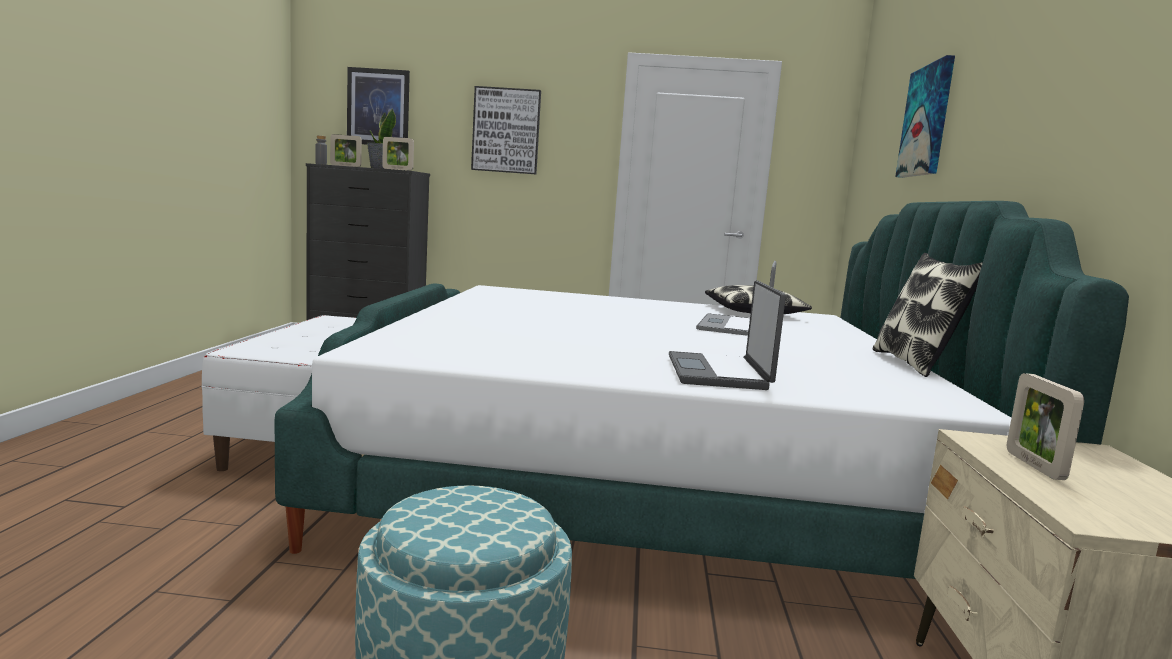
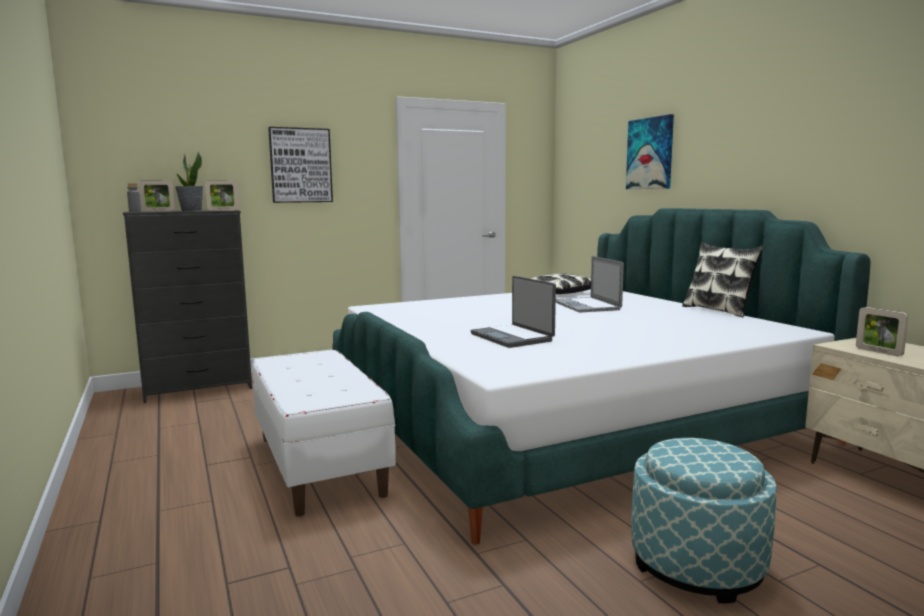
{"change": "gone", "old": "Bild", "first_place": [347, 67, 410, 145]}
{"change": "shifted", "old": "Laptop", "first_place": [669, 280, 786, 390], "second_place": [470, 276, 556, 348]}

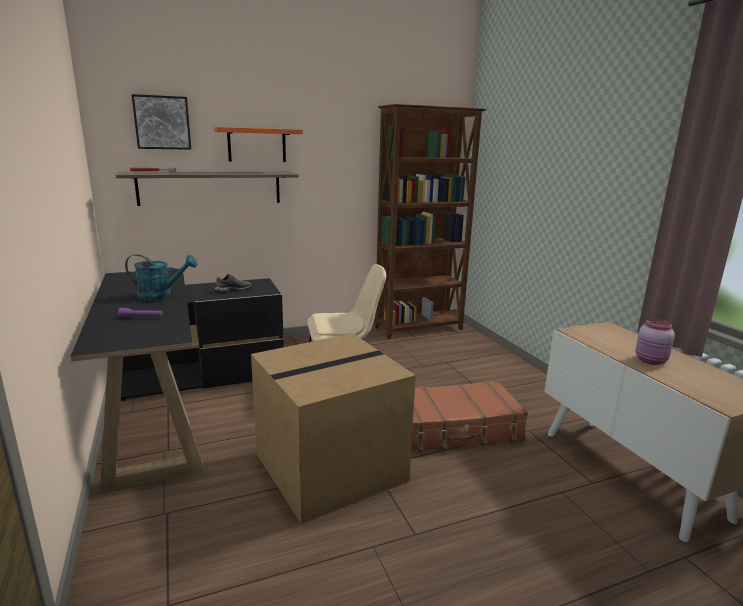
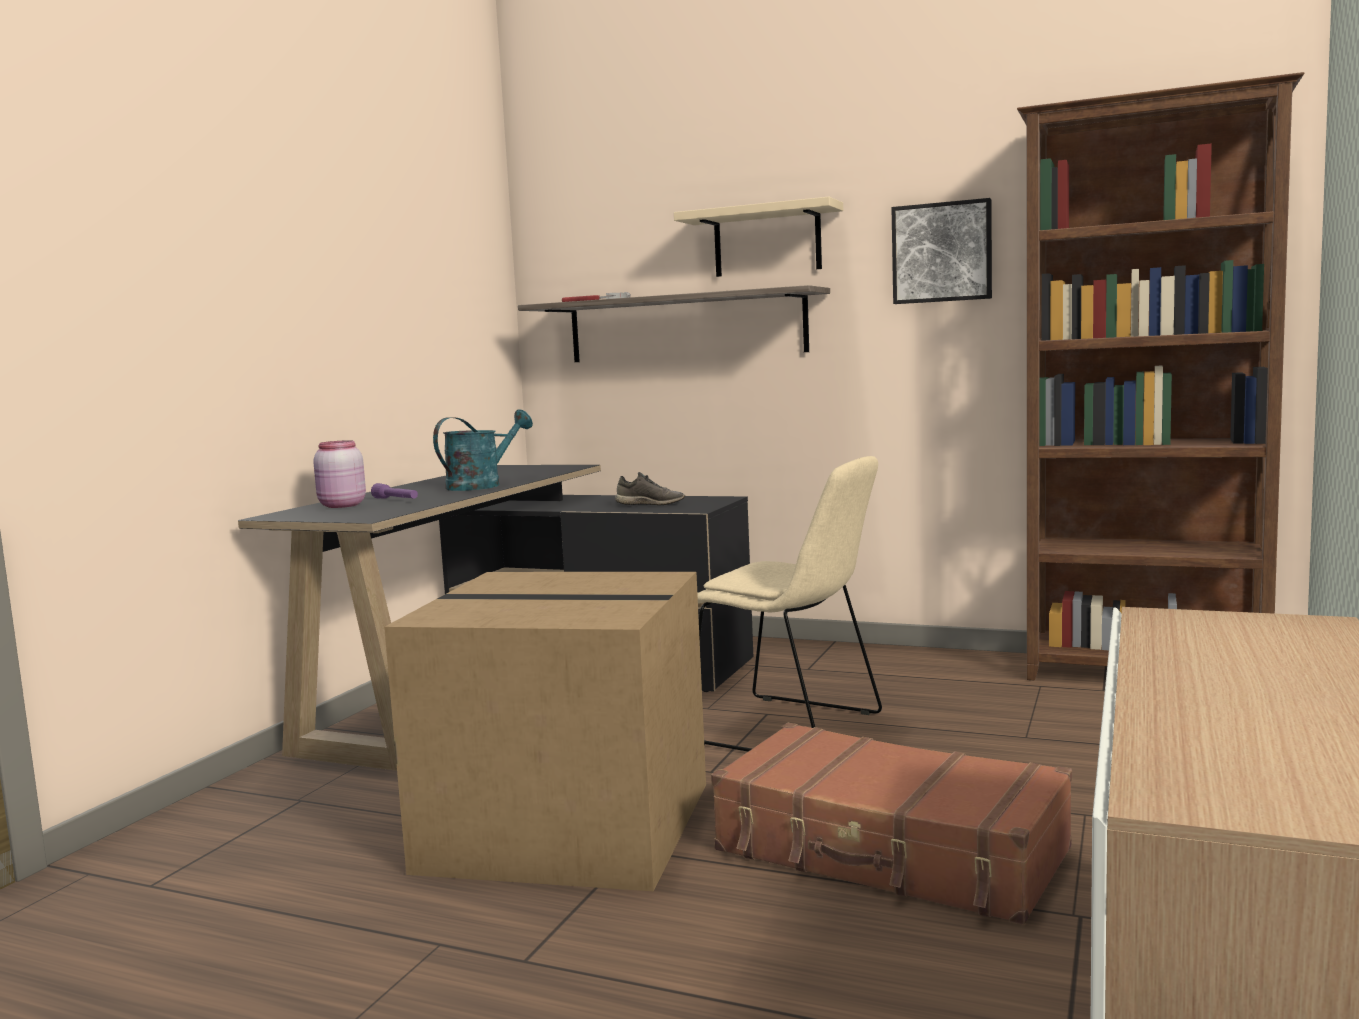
{"change": "shifted", "old": "Bild", "first_place": [131, 94, 191, 150], "second_place": [891, 198, 992, 304]}
{"change": "repainted", "old": "Wandregal [orange]", "new": "Wandregal [beige]", "first_place": [214, 127, 303, 162], "second_place": [674, 197, 843, 277]}
{"change": "rotated", "old": "Gießkanne [türkis]", "first_place": [125, 254, 197, 301], "second_place": [433, 409, 533, 491], "degrees": -90}
{"change": "shifted", "old": "Vorratsglas [rosa]", "first_place": [635, 319, 675, 365], "second_place": [313, 440, 366, 508]}

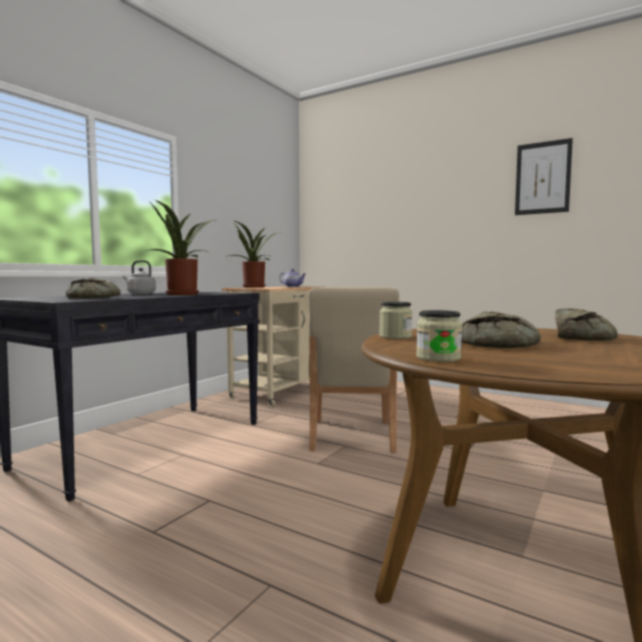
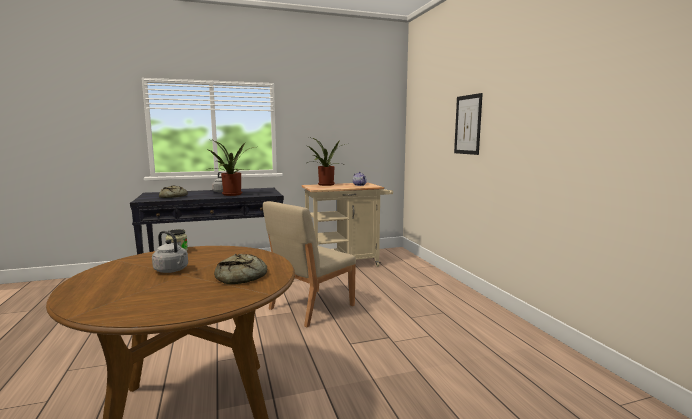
{"change": "shifted", "old": "Bild", "first_place": [515, 138, 573, 215], "second_place": [454, 93, 483, 155]}
{"change": "gone", "old": "Vorratsglas", "first_place": [416, 310, 462, 362]}
{"change": "swapped", "old": "Brot", "new": "Wasserkessel [grau]", "first_place": [462, 311, 541, 348], "second_place": [152, 231, 188, 273]}

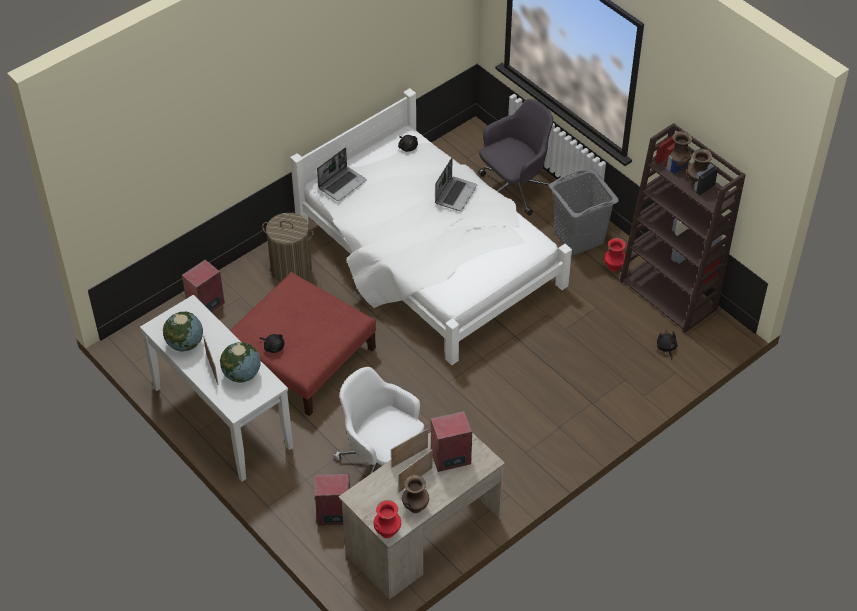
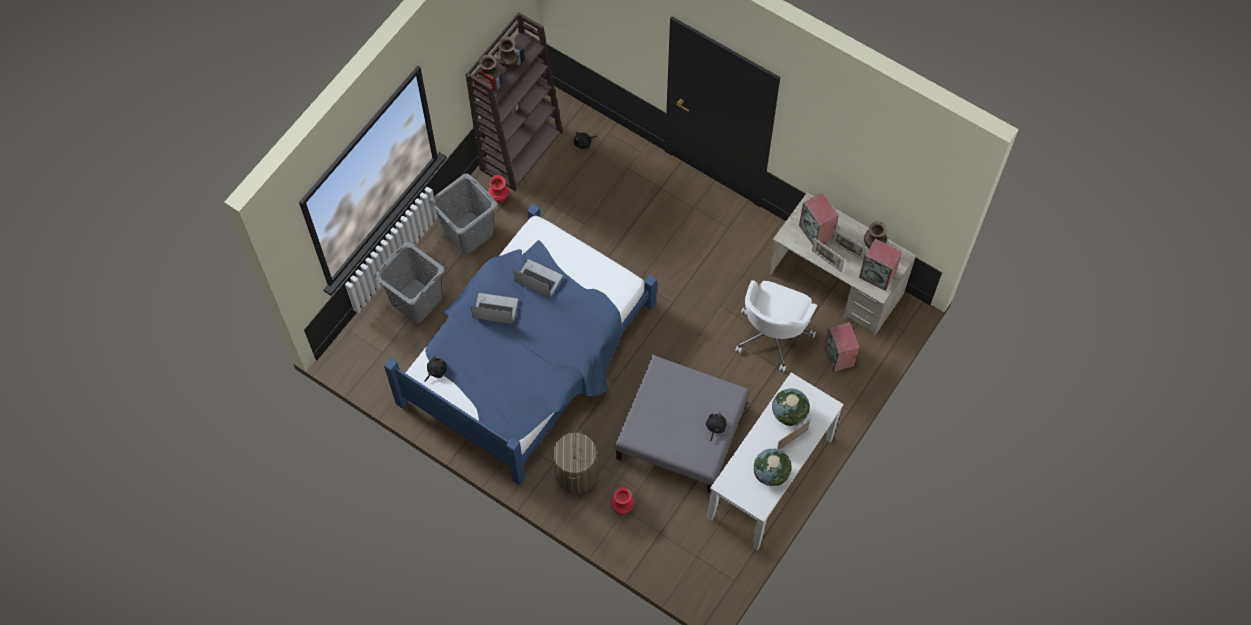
{"change": "repainted", "old": "Bett [weiß]", "new": "Bett [blau]", "first_place": [290, 88, 572, 365], "second_place": [384, 204, 657, 485]}
{"change": "swapped", "old": "Bürostuhl [grau]", "new": "Wäschekorb [grau]", "first_place": [478, 99, 553, 216], "second_place": [374, 242, 445, 323]}
{"change": "shifted", "old": "Laptop", "first_place": [317, 147, 367, 201], "second_place": [513, 259, 563, 298]}
{"change": "shifted", "old": "Lautsprecher", "first_place": [182, 259, 225, 312], "second_place": [859, 238, 902, 291]}
{"change": "repainted", "old": "Polsterhocker [rot]", "new": "Polsterhocker [grau]", "first_place": [230, 272, 376, 416], "second_place": [615, 354, 750, 494]}
{"change": "shifted", "old": "Vase [rot]", "first_place": [374, 500, 401, 538], "second_place": [611, 487, 634, 514]}

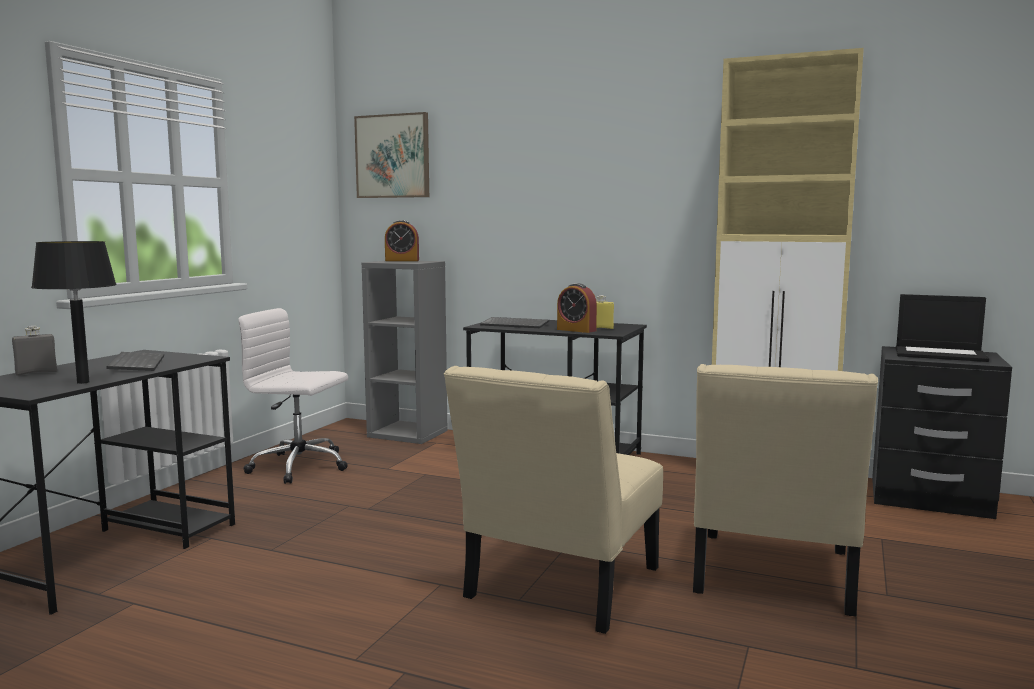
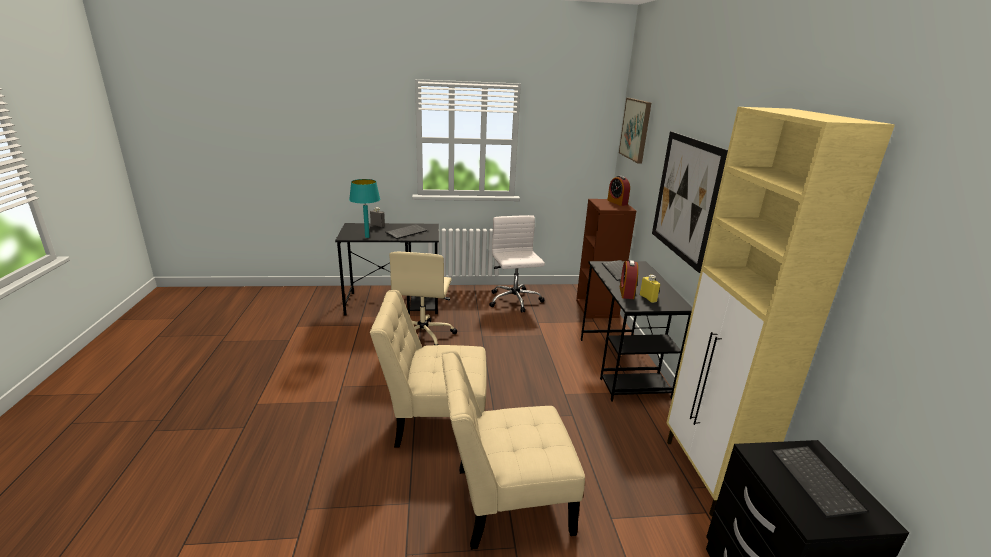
{"change": "repainted", "old": "Tischlampe [schwarz]", "new": "Tischlampe [türkis]", "first_place": [31, 241, 117, 384], "second_place": [349, 179, 380, 238]}
{"change": "repainted", "old": "Bücherregal [grau]", "new": "Bücherregal [braun]", "first_place": [362, 261, 447, 444], "second_place": [576, 199, 636, 318]}
{"change": "swapped", "old": "Laptop", "new": "Tastatur", "first_place": [896, 294, 989, 362], "second_place": [772, 446, 867, 518]}
{"change": "new", "new": "Bild", "second_place": [652, 131, 728, 273]}
{"change": "new", "new": "Bürostuhl [beige]", "second_place": [389, 252, 457, 345]}

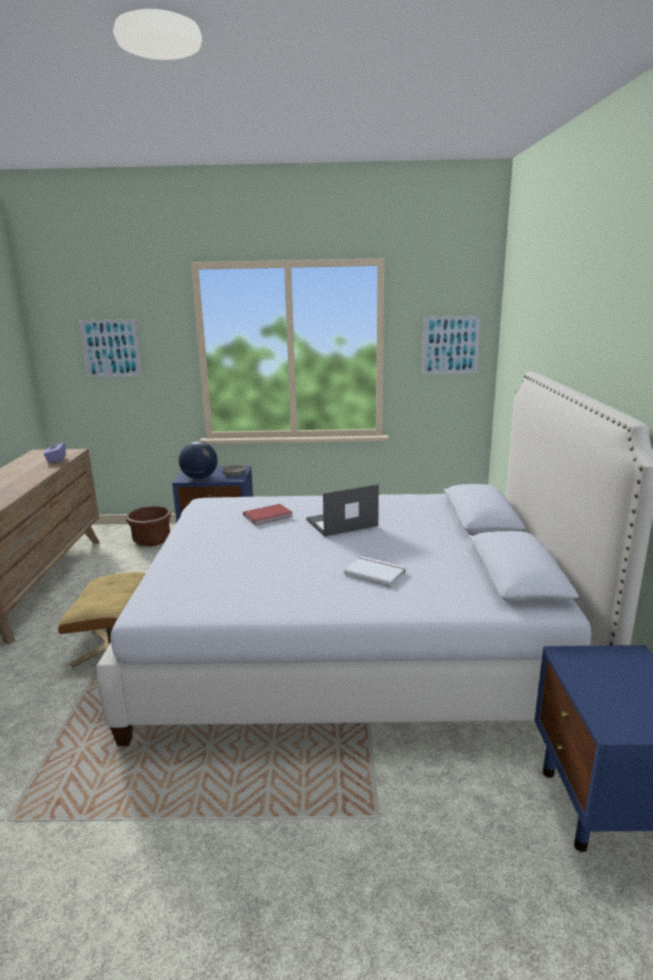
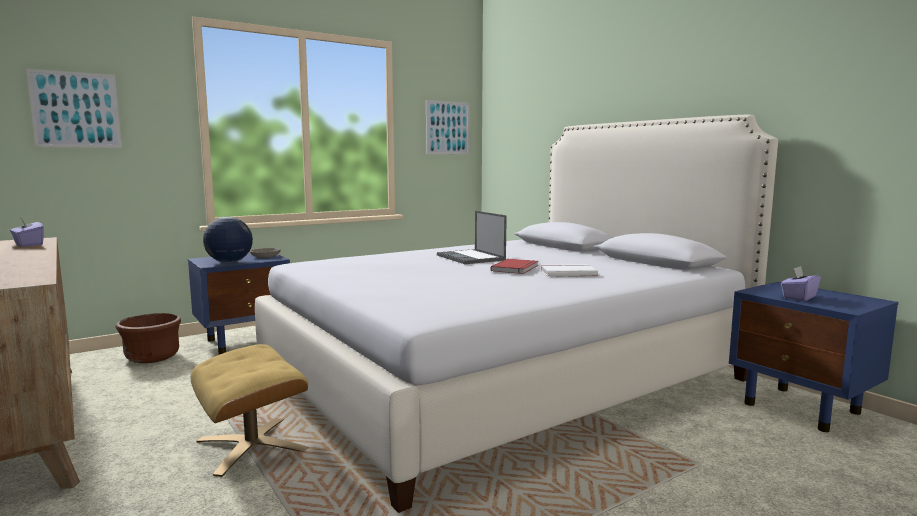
{"change": "rotated", "old": "Laptop", "first_place": [306, 484, 379, 536], "second_place": [437, 211, 507, 264], "degrees": -60}
{"change": "shifted", "old": "Buch [rot]", "first_place": [243, 504, 293, 525], "second_place": [490, 259, 538, 274]}
{"change": "new", "new": "Taschentuchbox [lila]", "second_place": [781, 266, 821, 301]}

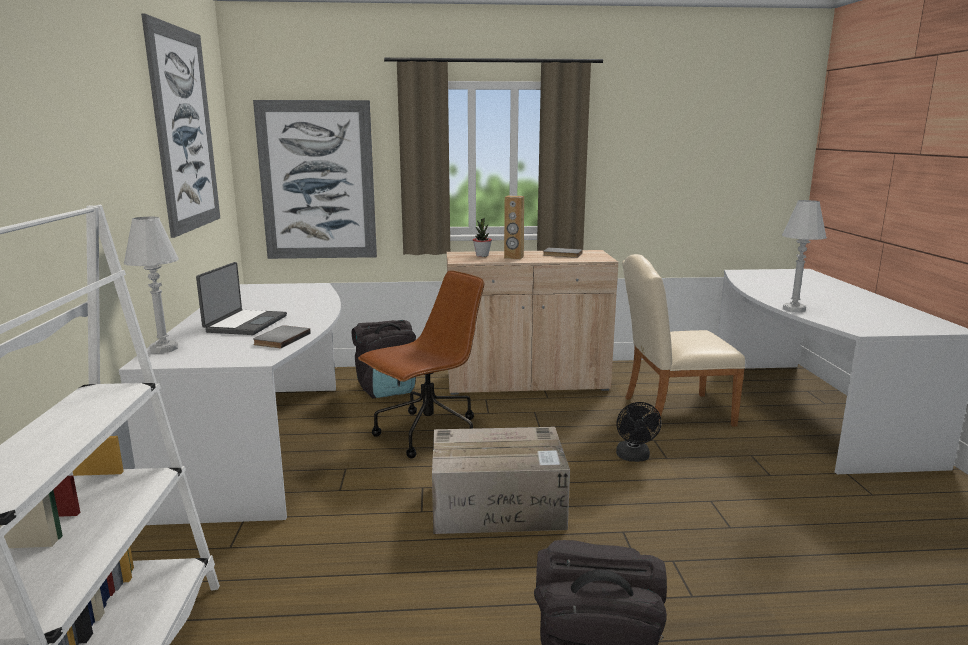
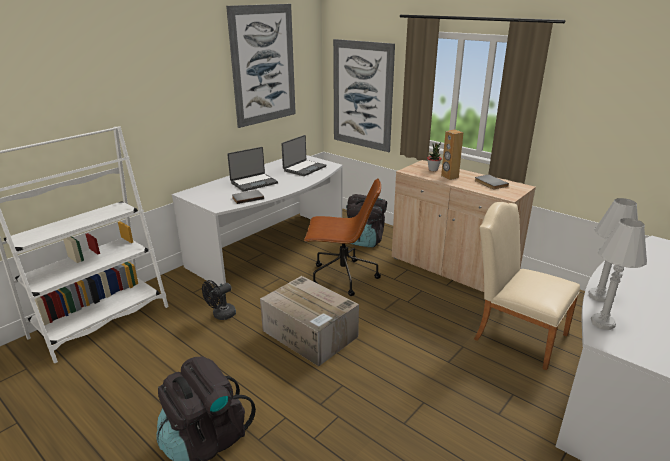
{"change": "shifted", "old": "Tischlampe [weiß]", "first_place": [124, 217, 179, 354], "second_place": [591, 218, 647, 330]}
{"change": "shifted", "old": "Ventilator [schwarz]", "first_place": [616, 402, 662, 462], "second_place": [202, 280, 236, 320]}
{"change": "new", "new": "Laptop", "second_place": [282, 135, 326, 176]}

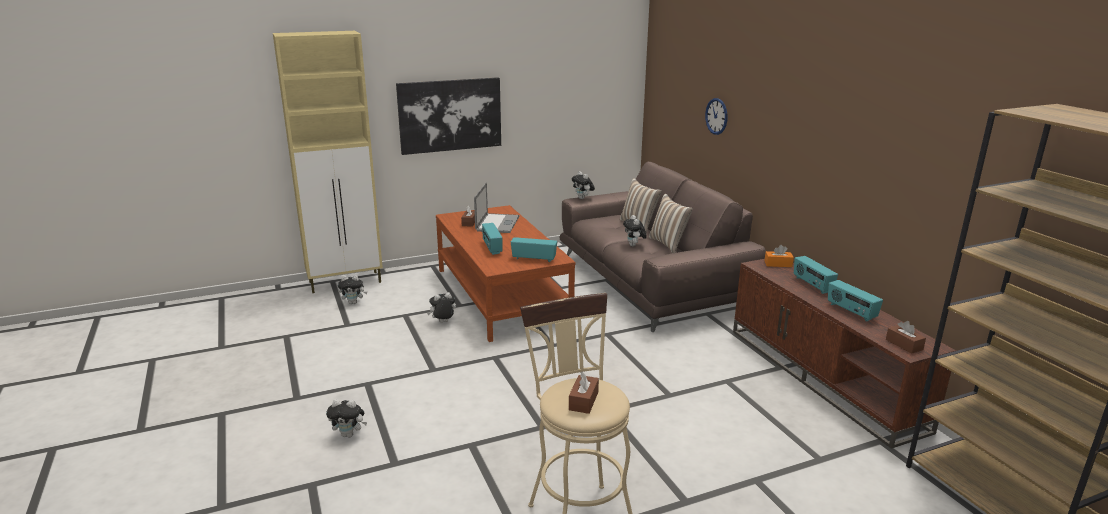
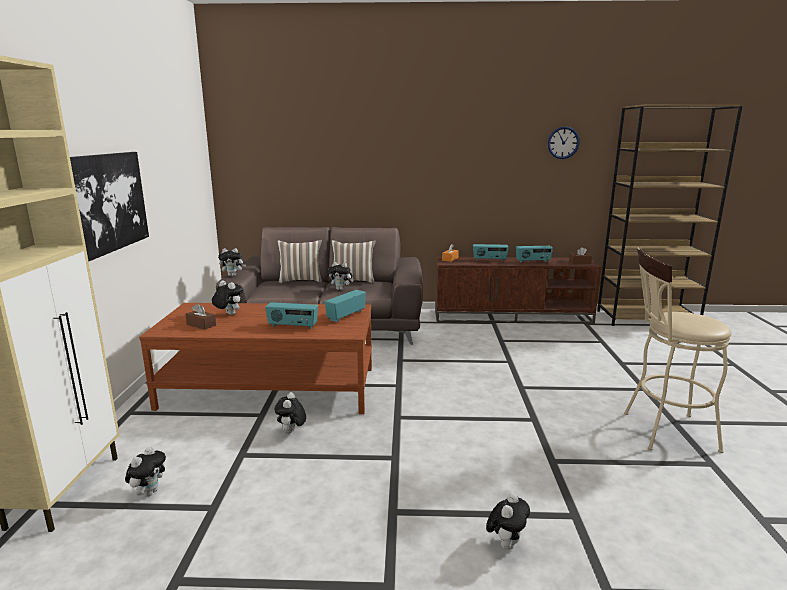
{"change": "shifted", "old": "Wanduhr", "first_place": [705, 98, 727, 135], "second_place": [548, 126, 580, 159]}
{"change": "swapped", "old": "Laptop", "new": "Plüschtier", "first_place": [474, 182, 519, 233], "second_place": [212, 280, 243, 315]}
{"change": "gone", "old": "Taschentuchbox [braun]", "first_place": [569, 371, 599, 414]}

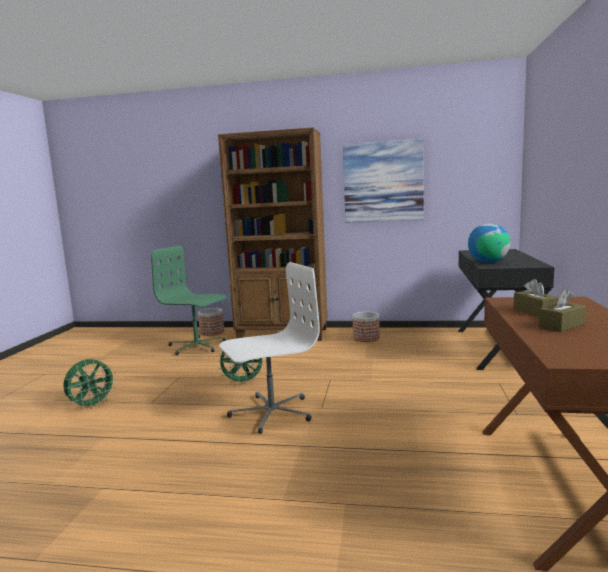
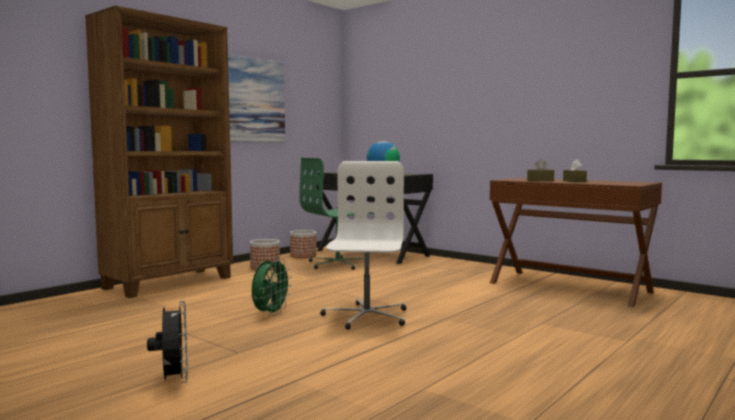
{"change": "shifted", "old": "Bürostuhl [grün]", "first_place": [151, 246, 227, 355], "second_place": [299, 158, 374, 270]}
{"change": "shifted", "old": "Pflanzkübel", "first_place": [198, 308, 224, 336], "second_place": [290, 230, 317, 258]}
{"change": "repainted", "old": "Ventilator [grün]", "new": "Ventilator [schwarz]", "first_place": [63, 358, 117, 409], "second_place": [147, 301, 188, 383]}

